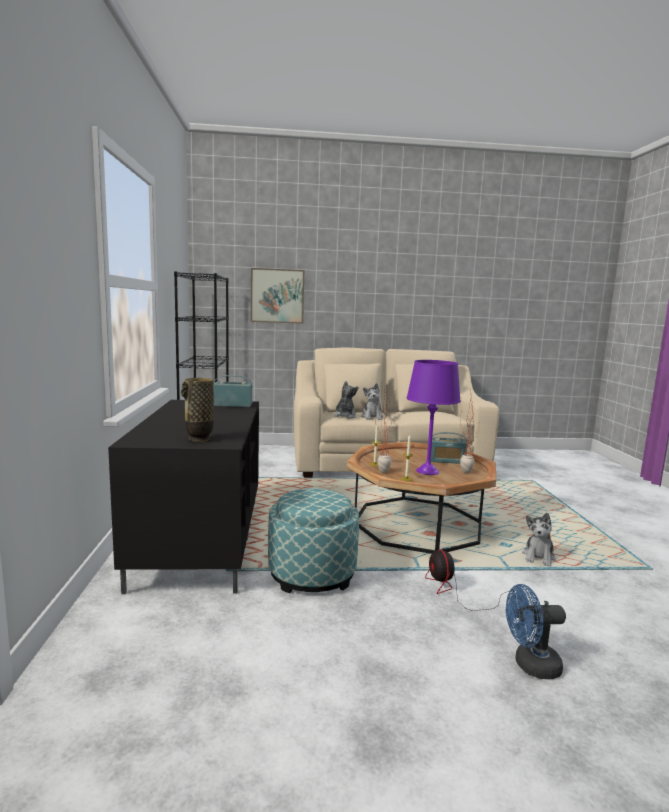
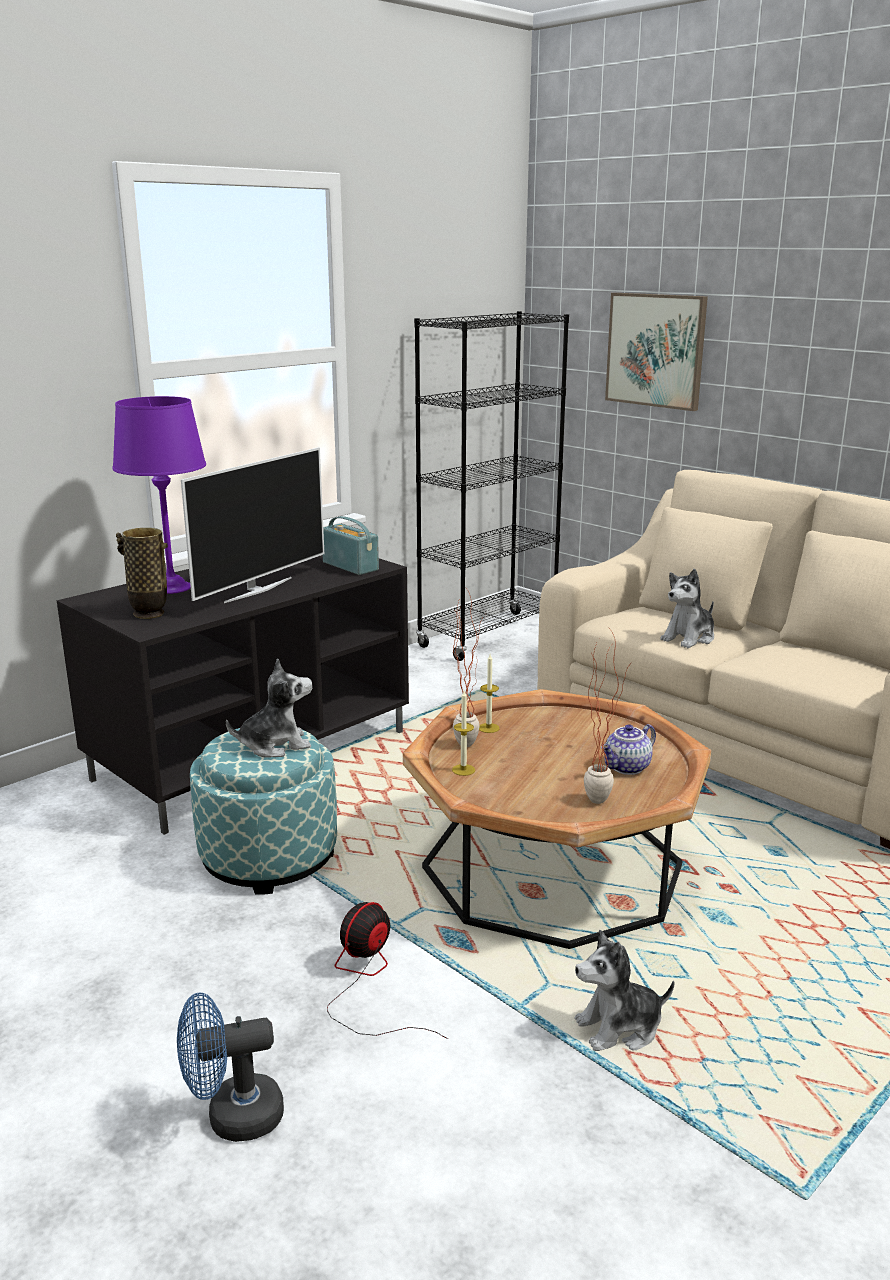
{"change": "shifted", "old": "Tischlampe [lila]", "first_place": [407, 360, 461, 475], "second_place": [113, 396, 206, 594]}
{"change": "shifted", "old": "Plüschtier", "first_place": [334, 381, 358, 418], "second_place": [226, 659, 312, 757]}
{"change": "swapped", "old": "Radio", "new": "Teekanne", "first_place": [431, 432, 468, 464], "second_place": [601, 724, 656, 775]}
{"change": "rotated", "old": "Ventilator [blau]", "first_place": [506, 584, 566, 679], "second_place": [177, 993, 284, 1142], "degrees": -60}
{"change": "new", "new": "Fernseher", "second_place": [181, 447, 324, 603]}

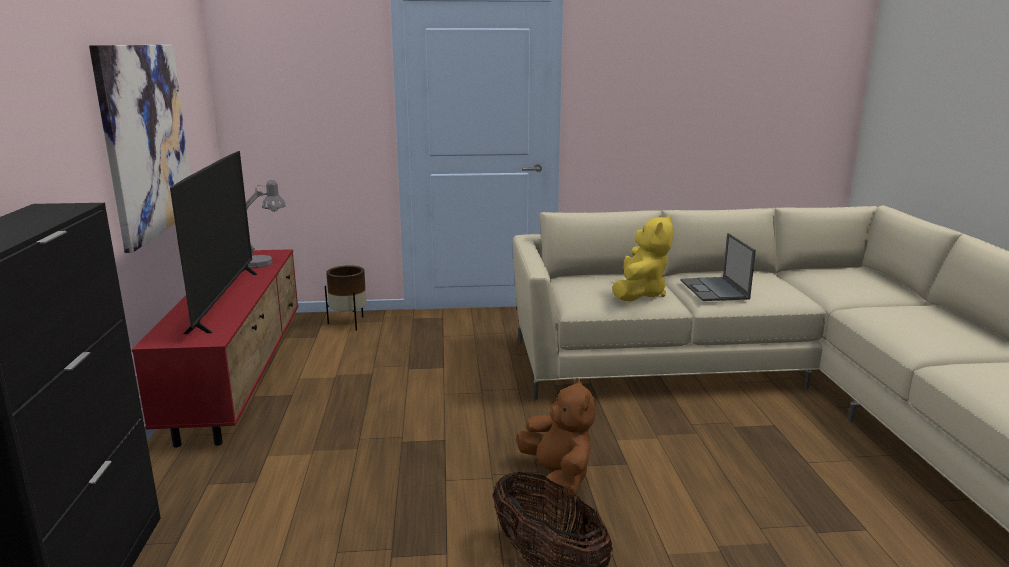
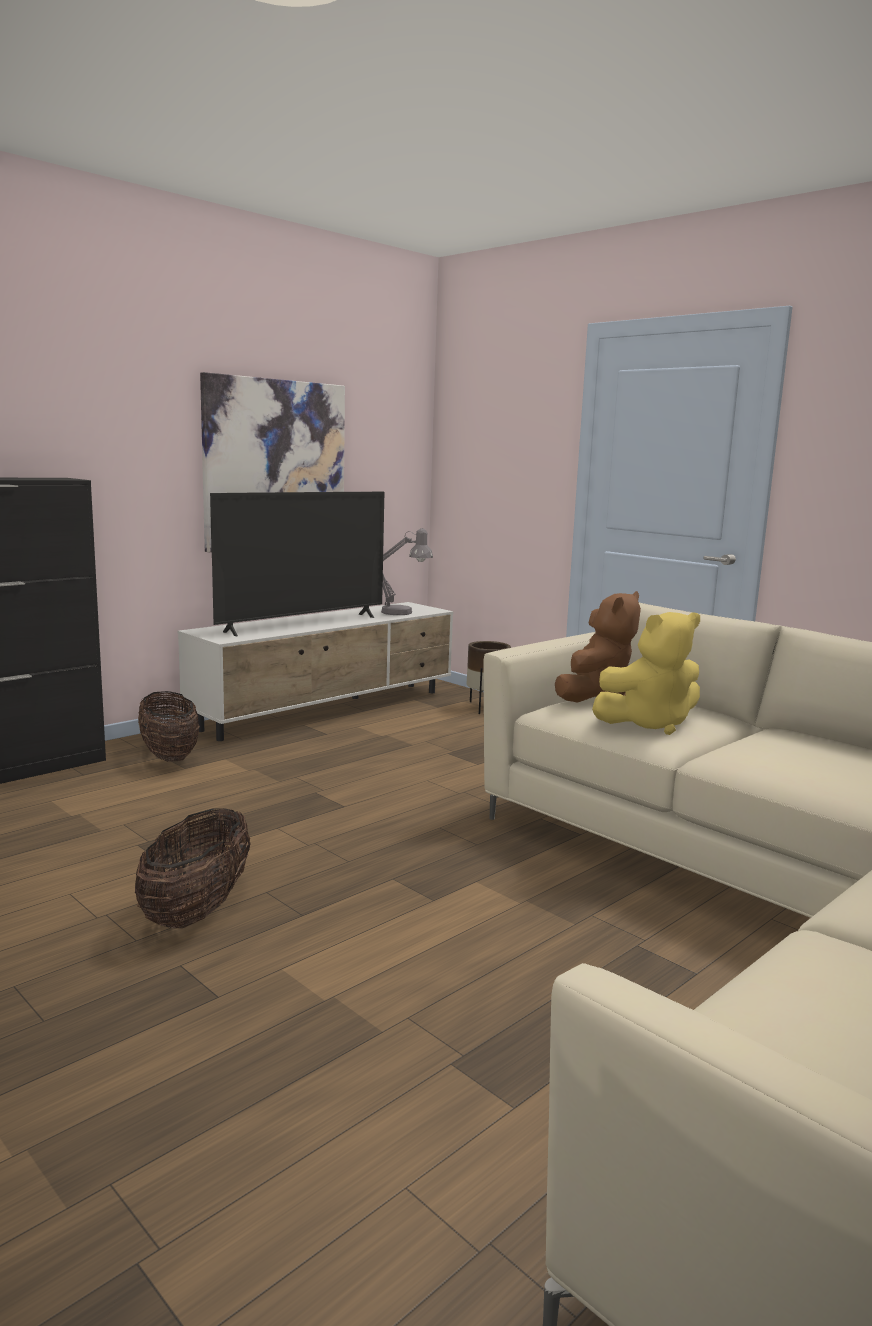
{"change": "gone", "old": "Laptop", "first_place": [680, 233, 756, 301]}
{"change": "repainted", "old": "Fernsehschrank [rot]", "new": "Fernsehschrank [weiß]", "first_place": [132, 249, 298, 448], "second_place": [178, 602, 454, 741]}
{"change": "shifted", "old": "Plüschtier [braun]", "first_place": [517, 378, 596, 501], "second_place": [555, 591, 641, 703]}
{"change": "new", "new": "Korb", "second_place": [138, 691, 200, 762]}

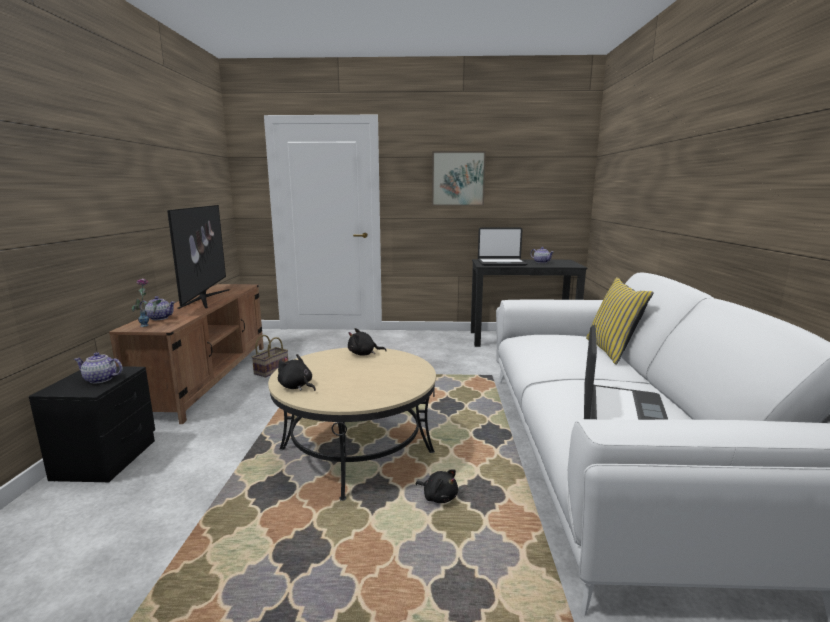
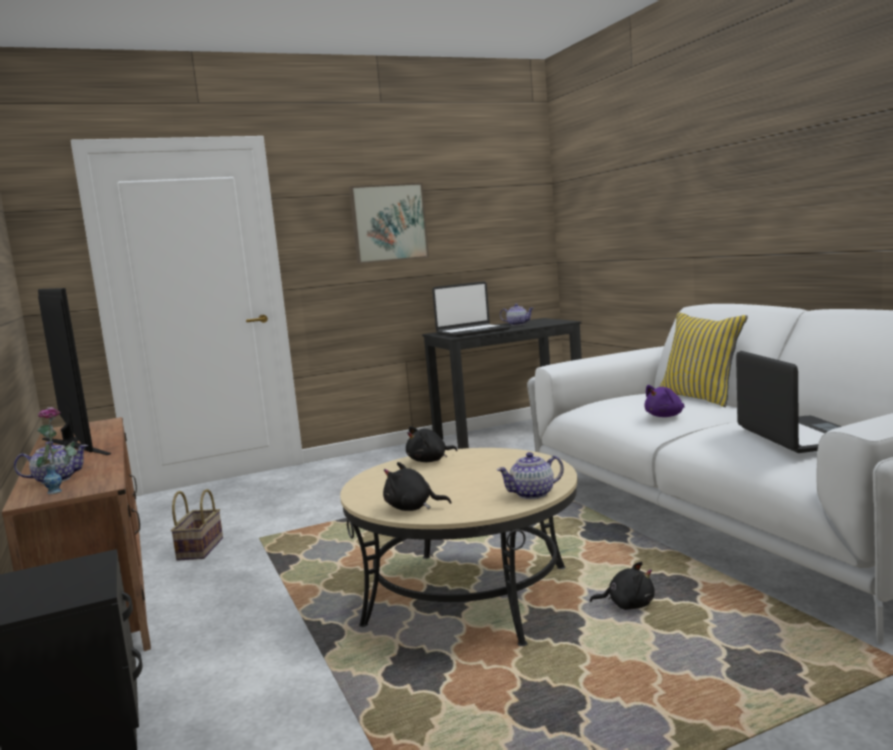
{"change": "shifted", "old": "Teekanne", "first_place": [74, 352, 123, 384], "second_place": [497, 452, 564, 499]}
{"change": "new", "new": "Plüschtier [lila]", "second_place": [644, 385, 685, 417]}

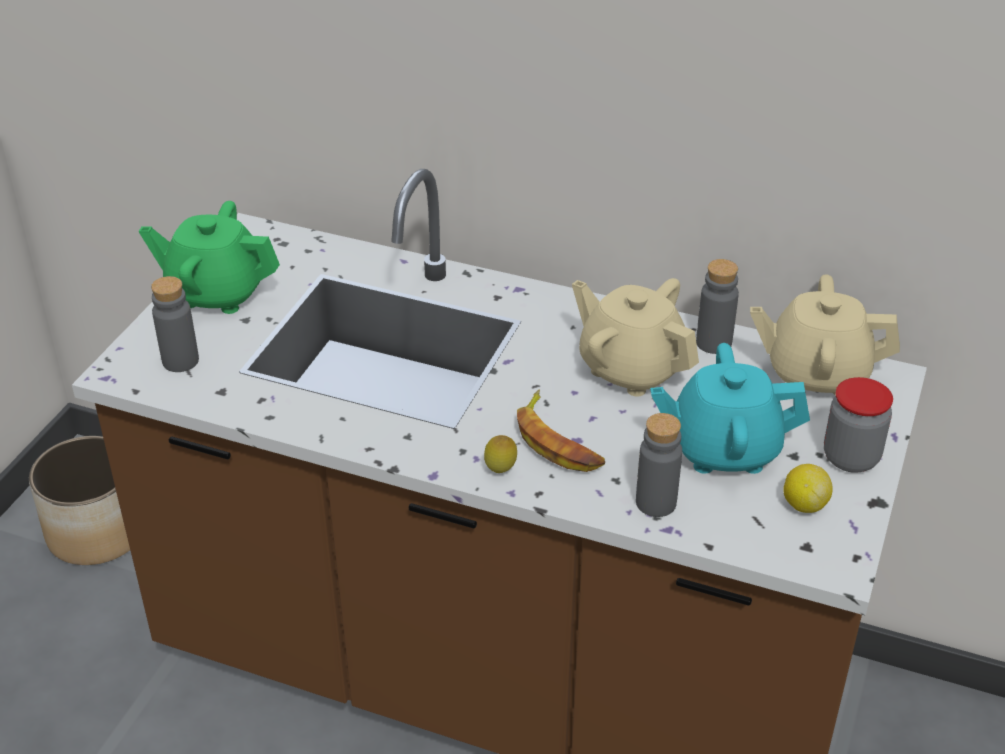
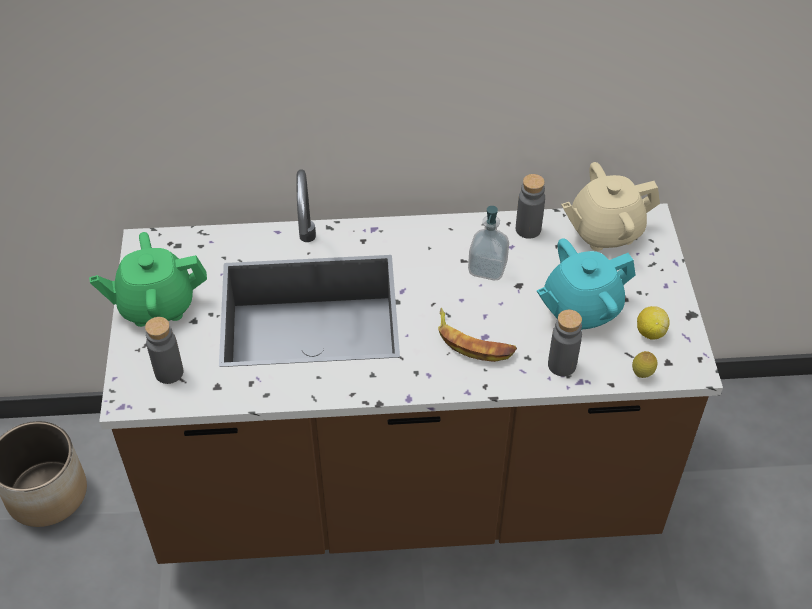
{"change": "swapped", "old": "Teekanne [beige]", "new": "Seifenspender", "first_place": [572, 278, 699, 397], "second_place": [468, 206, 509, 280]}
{"change": "gone", "old": "Vorratsglas", "first_place": [824, 377, 893, 473]}
{"change": "shifted", "old": "Zitrone", "first_place": [484, 435, 517, 473], "second_place": [632, 351, 657, 378]}

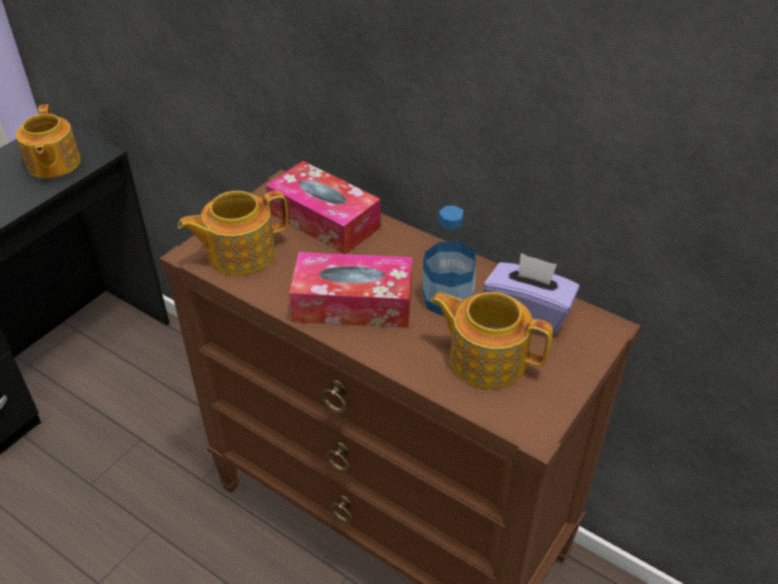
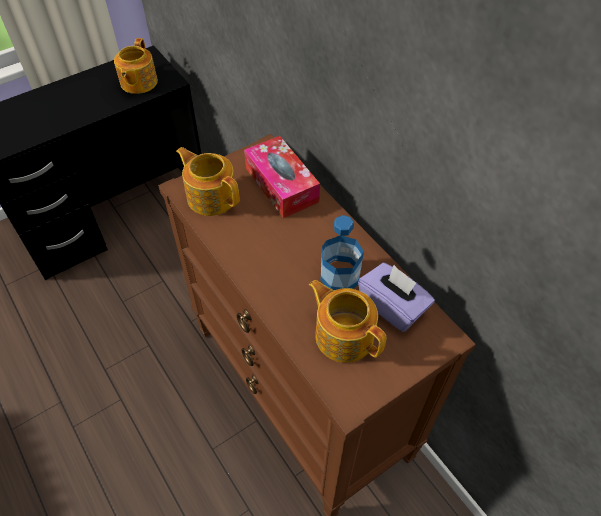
{"change": "rotated", "old": "Teekanne", "first_place": [178, 191, 288, 276], "second_place": [176, 147, 240, 216], "degrees": 45}
{"change": "gone", "old": "Taschentuchbox", "first_place": [289, 252, 412, 328]}

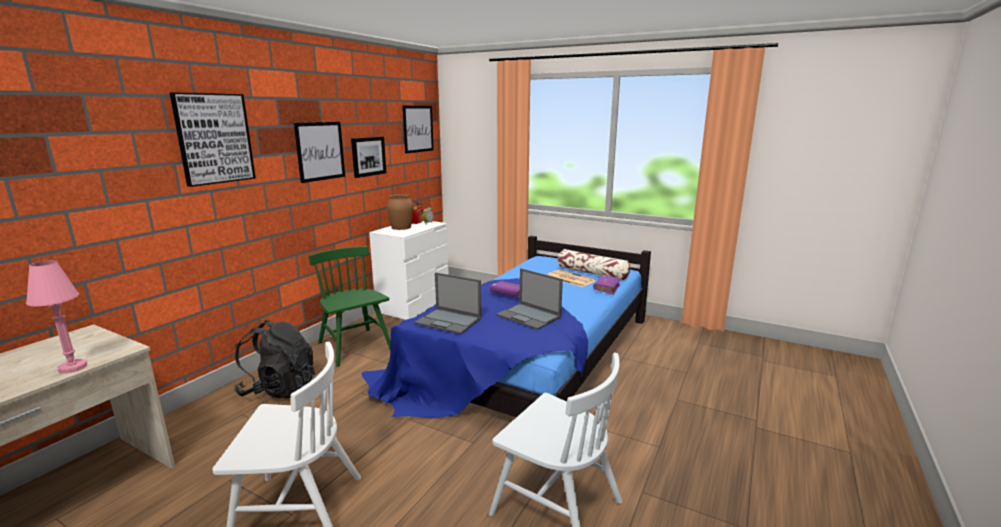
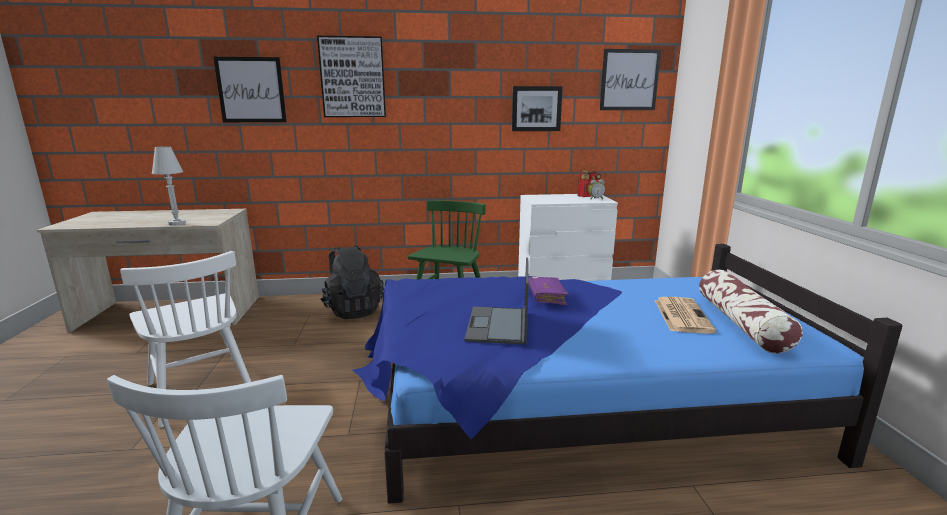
{"change": "shifted", "old": "Bild", "first_place": [294, 122, 345, 183], "second_place": [213, 57, 287, 122]}
{"change": "gone", "old": "Vase [braun]", "first_place": [387, 194, 413, 230]}
{"change": "repainted", "old": "Tischlampe [rosa]", "new": "Tischlampe [weiß]", "first_place": [26, 260, 87, 374], "second_place": [152, 146, 186, 226]}
{"change": "gone", "old": "Laptop", "first_place": [414, 272, 481, 334]}
{"change": "gone", "old": "Buch [lila]", "first_place": [593, 275, 621, 295]}

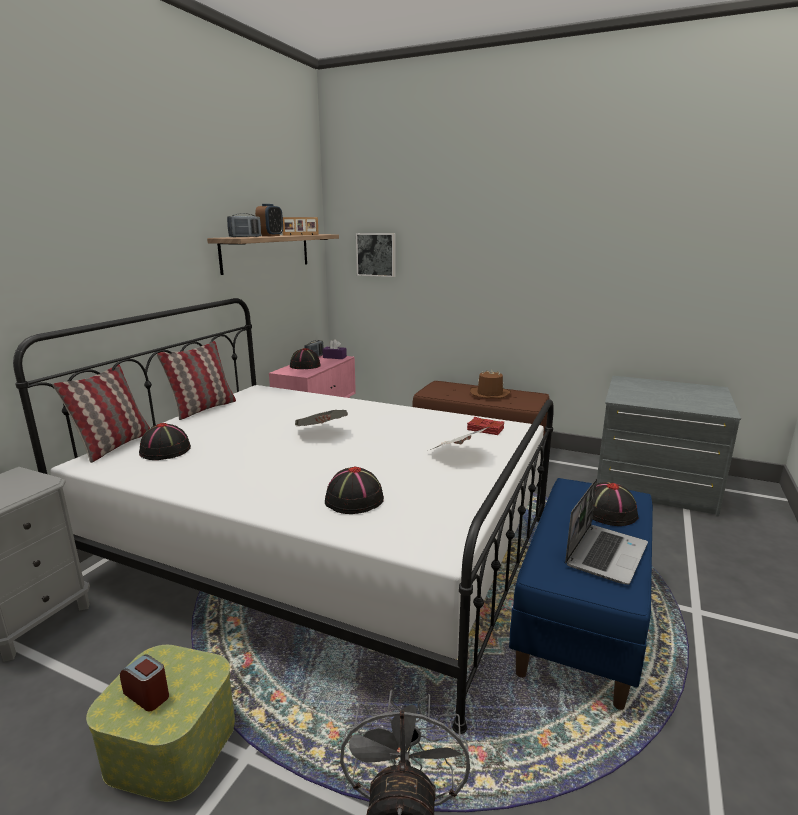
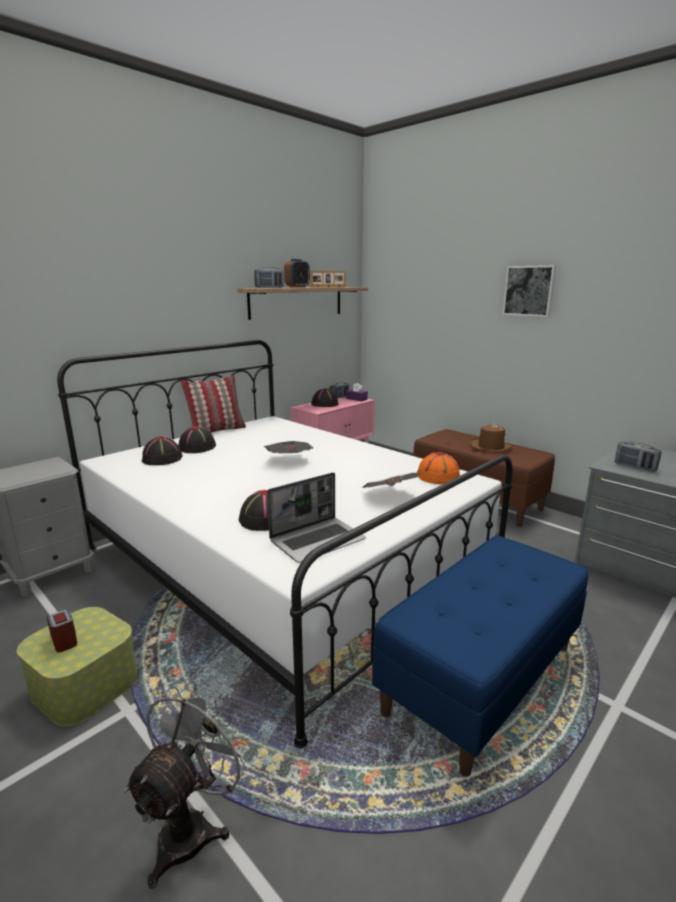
{"change": "shifted", "old": "Bild", "first_place": [356, 233, 396, 277], "second_place": [502, 265, 557, 317]}
{"change": "gone", "old": "Kissen", "first_place": [53, 365, 150, 463]}
{"change": "swapped", "old": "Buch [rot]", "new": "Hut [orange]", "first_place": [467, 417, 504, 435], "second_place": [417, 452, 460, 484]}
{"change": "shifted", "old": "Laptop", "first_place": [565, 479, 648, 585], "second_place": [267, 472, 366, 563]}
{"change": "shifted", "old": "Hut [schwarz]", "first_place": [592, 482, 639, 526], "second_place": [178, 426, 216, 453]}
{"change": "new", "new": "Radio", "second_place": [615, 442, 661, 472]}

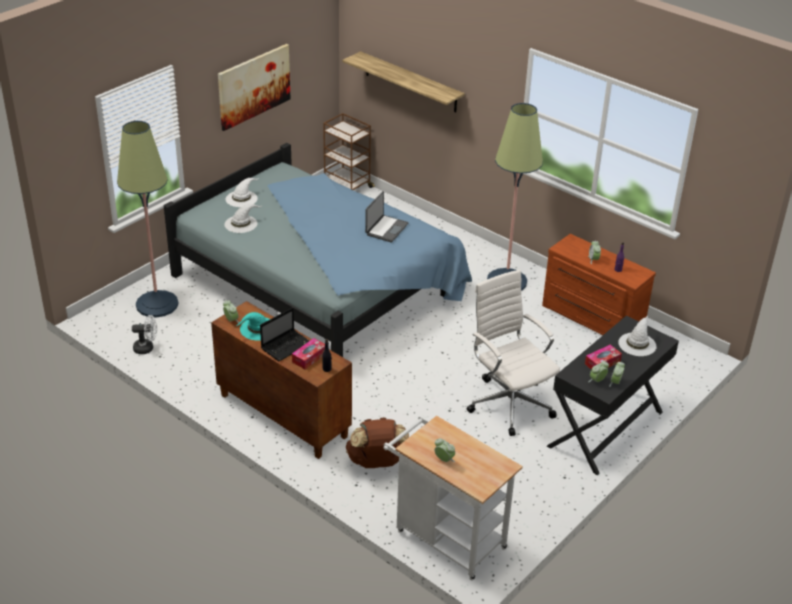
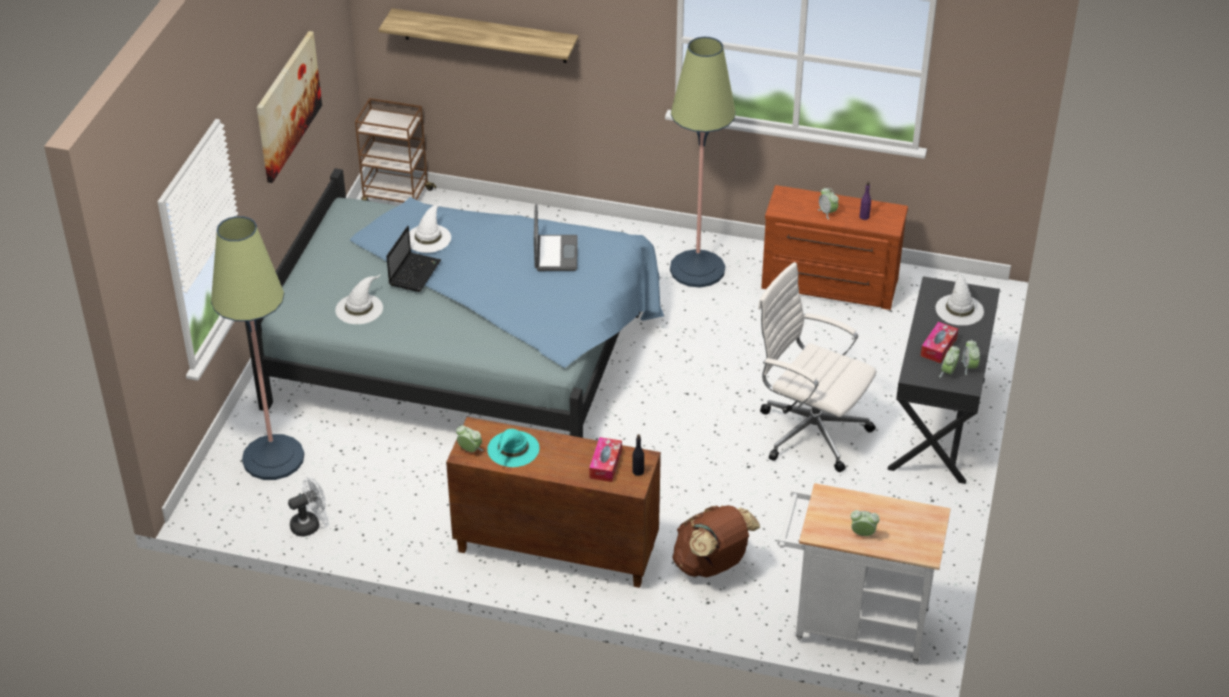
{"change": "shifted", "old": "Hut [weiß]", "first_place": [226, 178, 259, 207], "second_place": [409, 203, 451, 253]}
{"change": "shifted", "old": "Laptop", "first_place": [260, 307, 309, 361], "second_place": [386, 226, 441, 292]}

